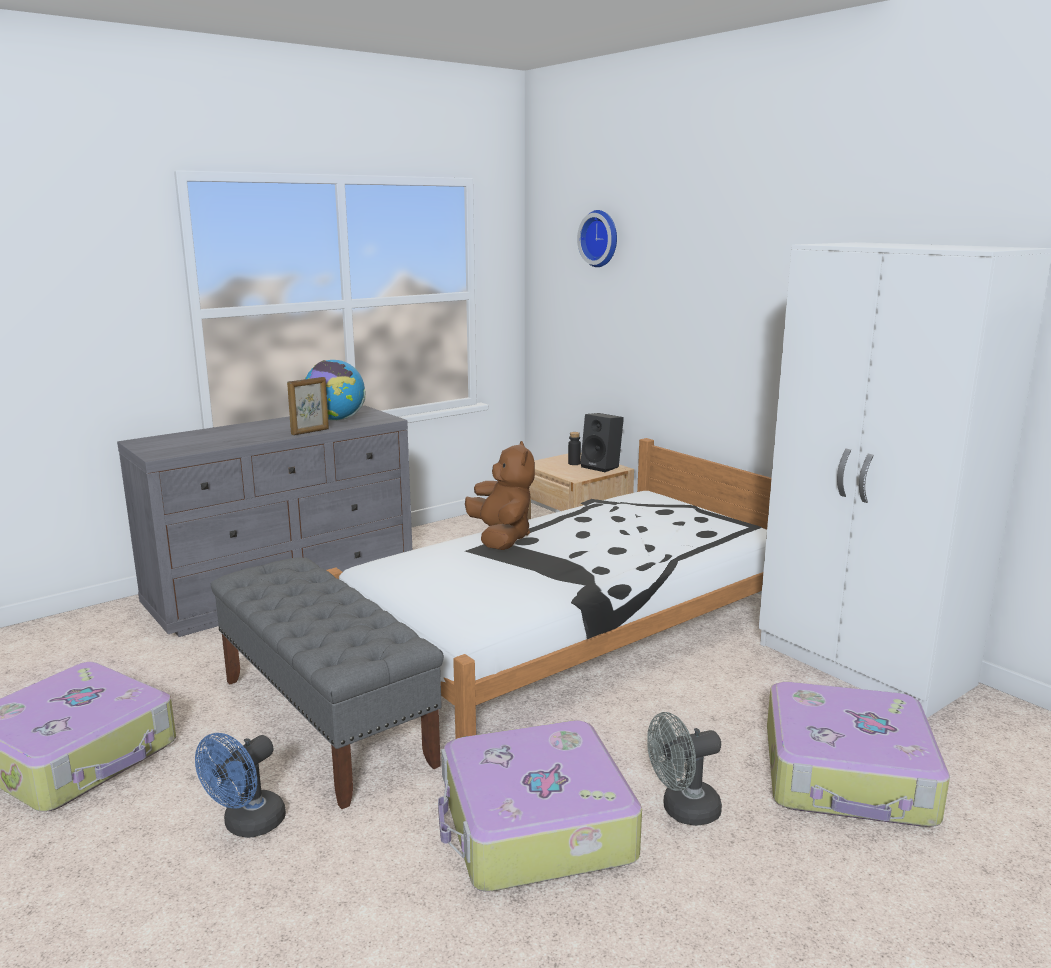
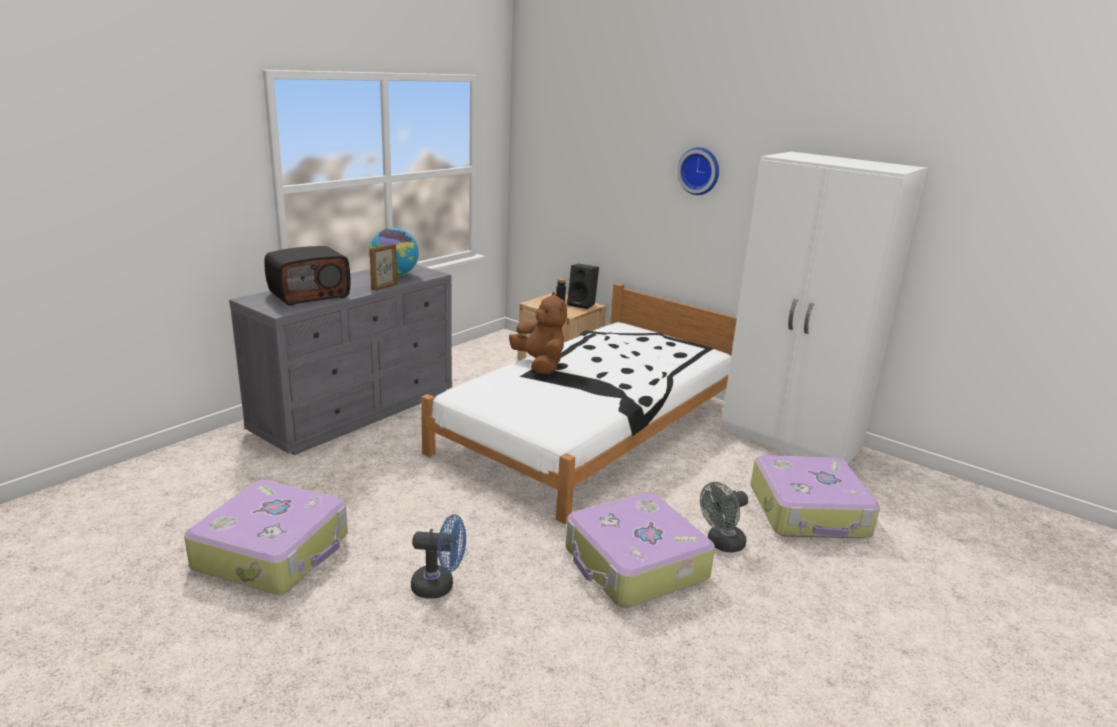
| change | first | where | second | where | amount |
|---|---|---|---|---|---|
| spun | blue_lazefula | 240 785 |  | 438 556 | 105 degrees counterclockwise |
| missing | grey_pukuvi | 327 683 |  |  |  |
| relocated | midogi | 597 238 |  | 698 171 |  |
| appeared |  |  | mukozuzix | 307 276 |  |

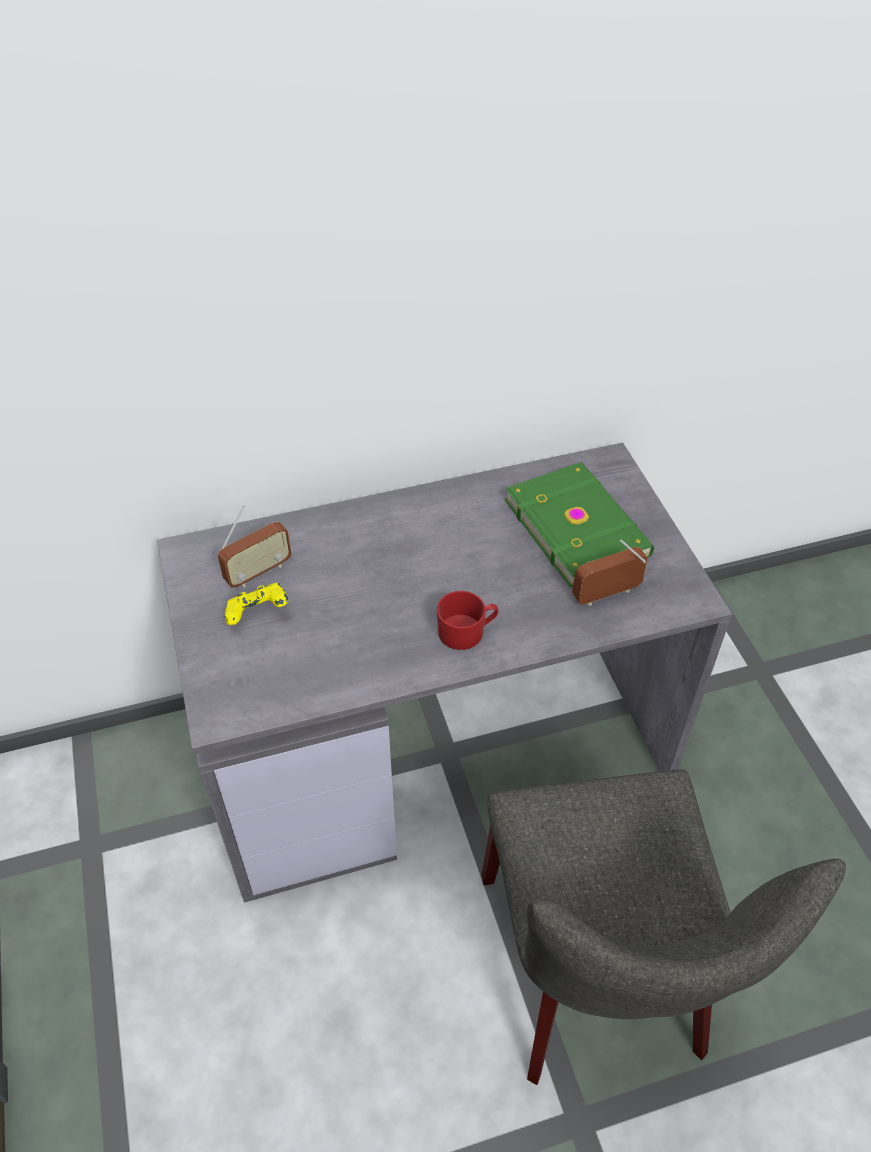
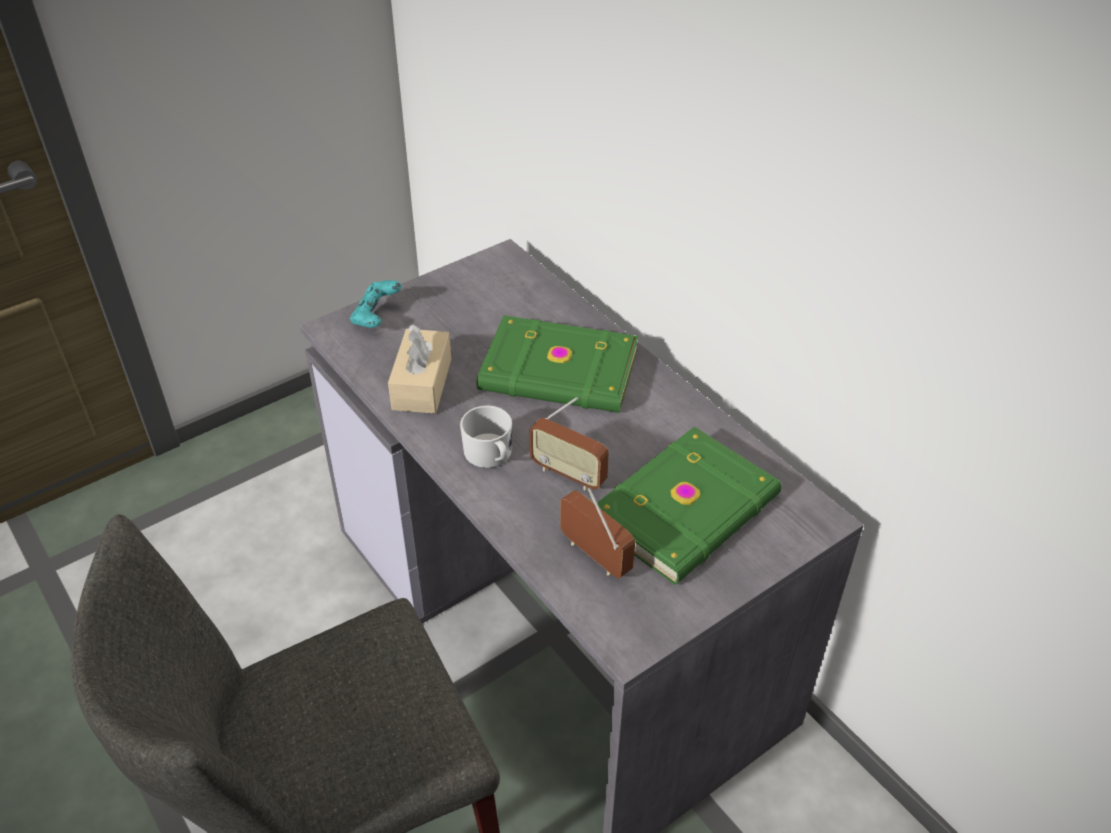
| change | first | where | second | where | amount |
|---|---|---|---|---|---|
| relocated | mukozuzix | 255 546 |  | 569 444 |  |
| missing | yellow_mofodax | 256 604 |  |  |  |
| colour | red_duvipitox | 467 620 | white_duvipitox | 486 437 |  |
| appeared |  |  | turquoise_mofodax | 376 304 |  |
| appeared |  |  | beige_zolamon | 419 369 |  |
| appeared |  |  | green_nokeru | 557 364 |  |

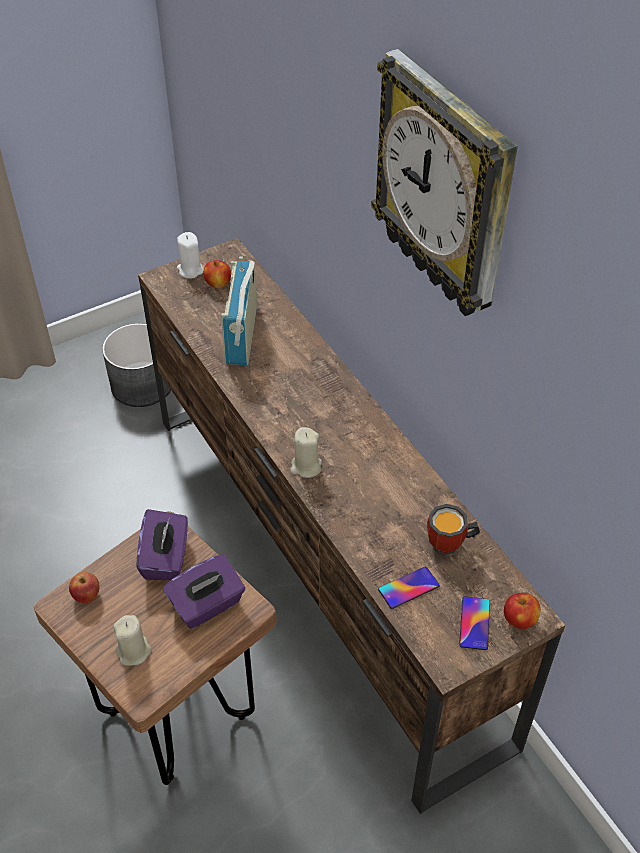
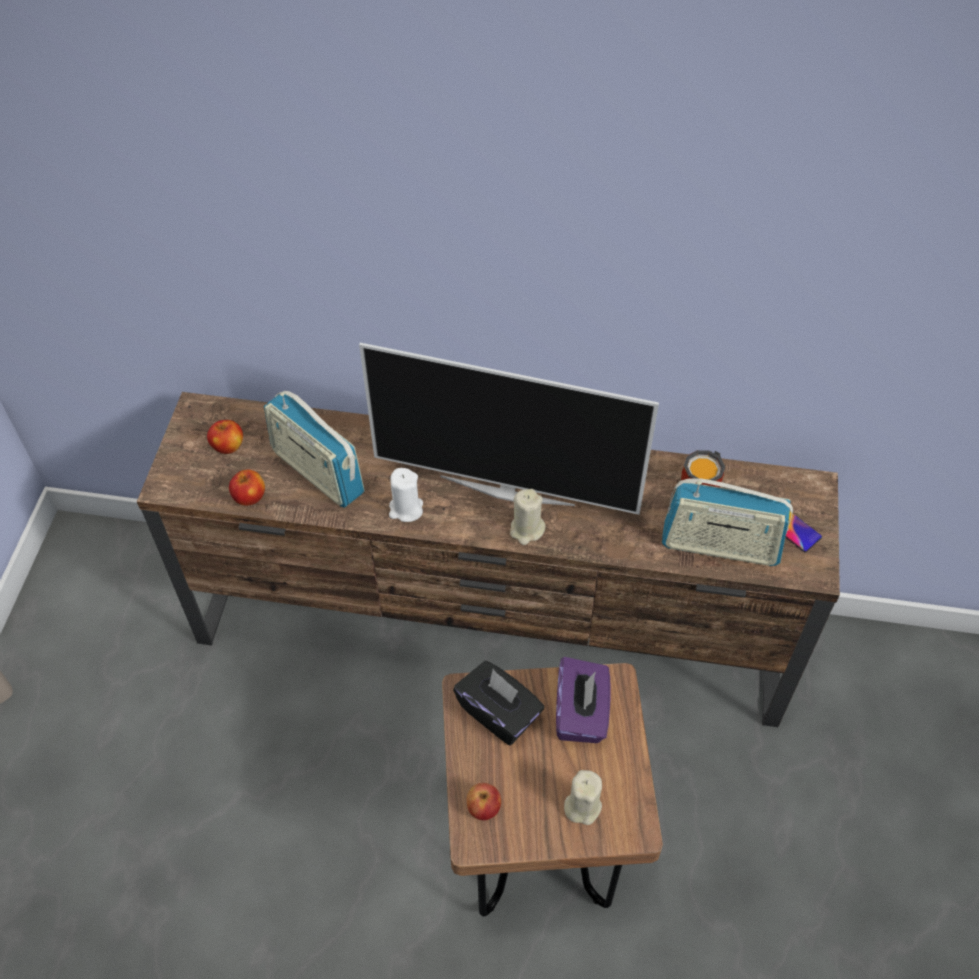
| change | first | where | second | where | amount |
|---|---|---|---|---|---|
| missing | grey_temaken | 136 365 |  |  |  |
| colour | purple_zolamon | 162 544 | black_zolamon | 498 703 |  |
| relocated | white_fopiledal | 190 255 |  | 406 495 |  |
| missing | midogi | 444 182 |  |  |  |
| exchanged | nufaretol | 409 588 | mukozuzix | 727 522 |  |
| relocated | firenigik | 522 611 |  | 247 488 |  |
| appeared |  |  | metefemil | 509 429 |  |

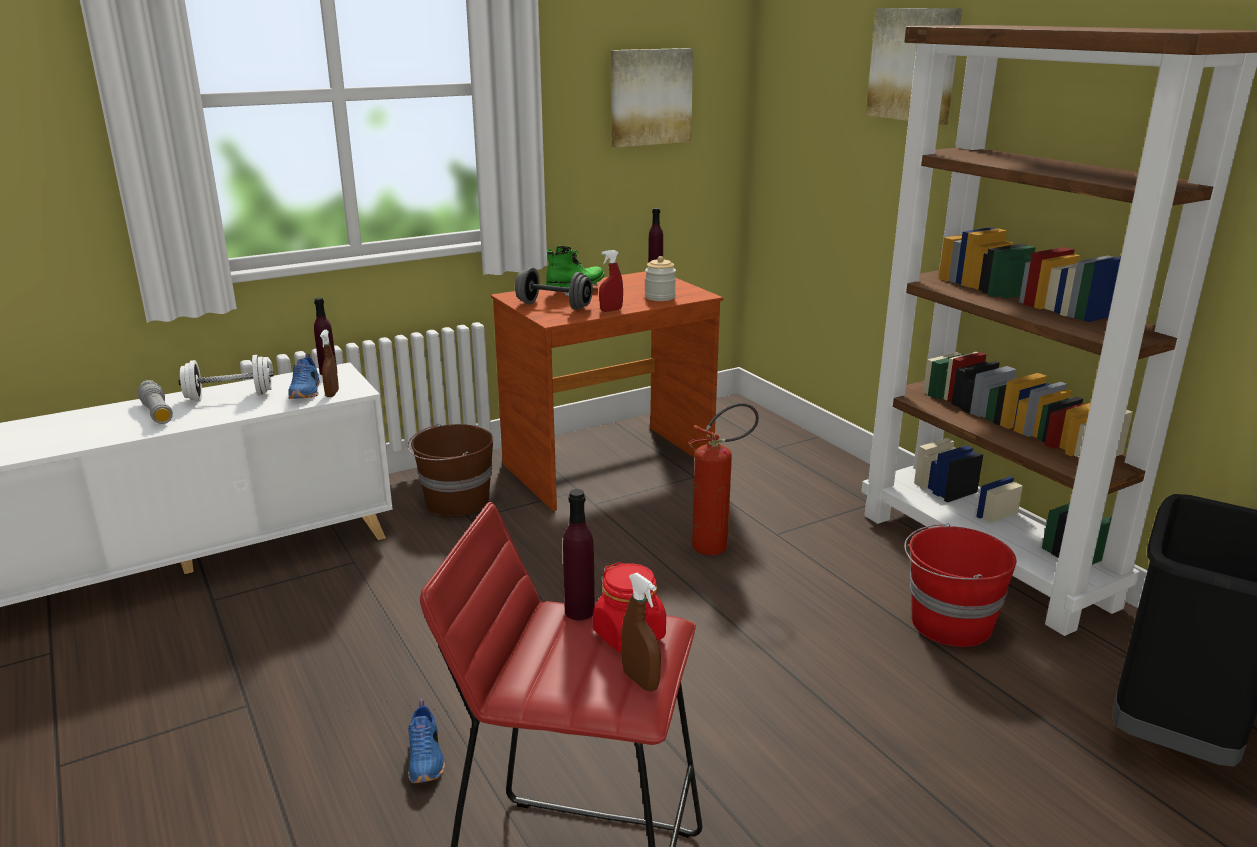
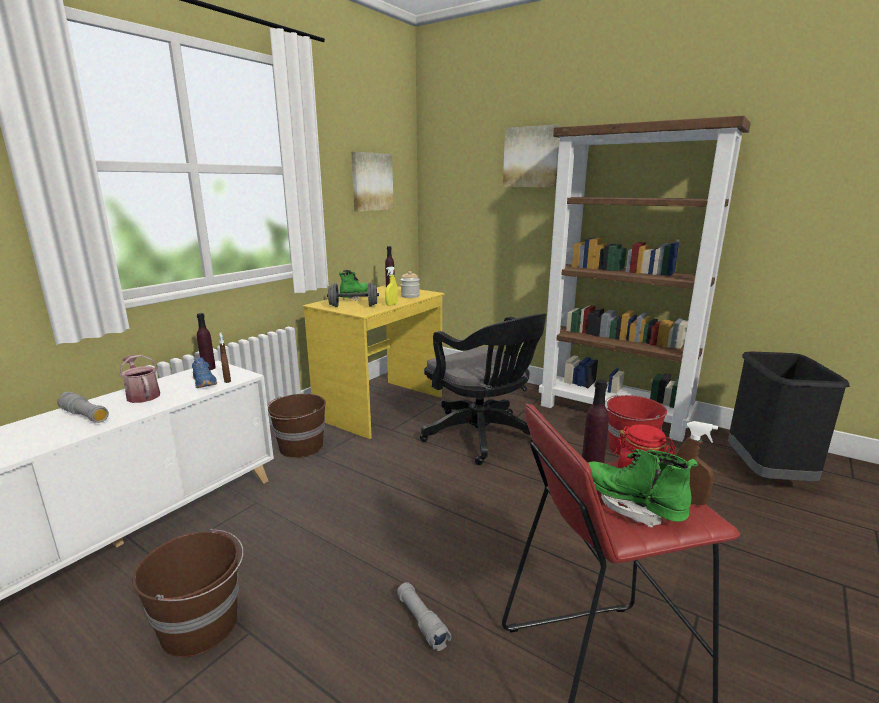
| change | first | where | second | where | amount |
|---|---|---|---|---|---|
| exchanged | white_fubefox | 226 378 | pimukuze | 139 379 |  |
| exchanged | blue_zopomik | 426 741 | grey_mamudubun | 424 616 |  |
| colour | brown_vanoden | 607 391 | yellow_vanoden | 374 362 |  |
| colour | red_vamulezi | 611 281 | yellow_vamulezi | 391 286 |  |
| exchanged | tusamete | 723 479 | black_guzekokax | 483 389 |  |
| appeared |  |  | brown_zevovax | 188 593 |  |
| appeared |  |  | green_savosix | 643 488 |  |

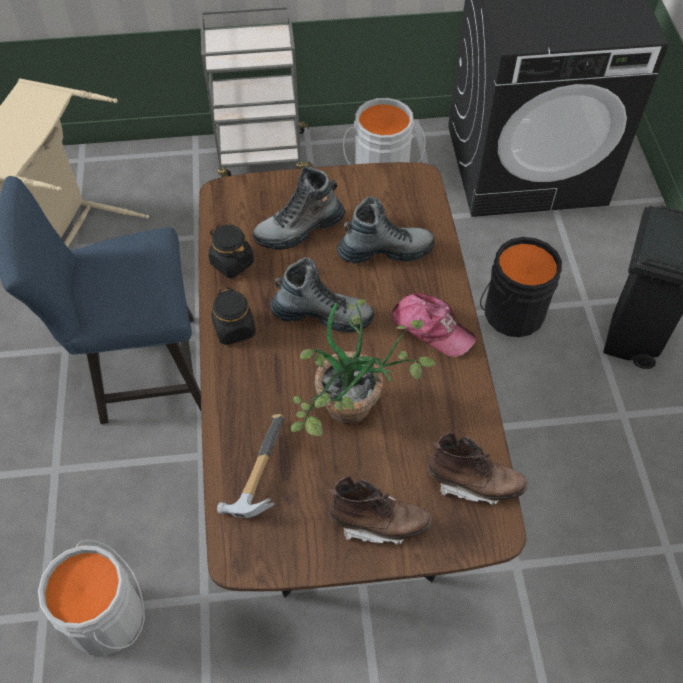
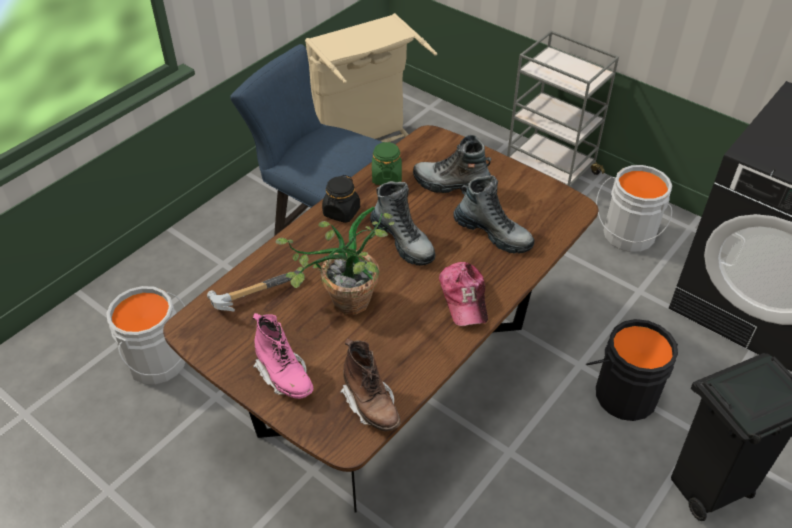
| change | first | where | second | where | amount |
|---|---|---|---|---|---|
| colour | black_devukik | 231 251 | green_devukik | 387 163 |  |
| colour | brown_savosix | 380 510 | pink_savosix | 283 356 |  |

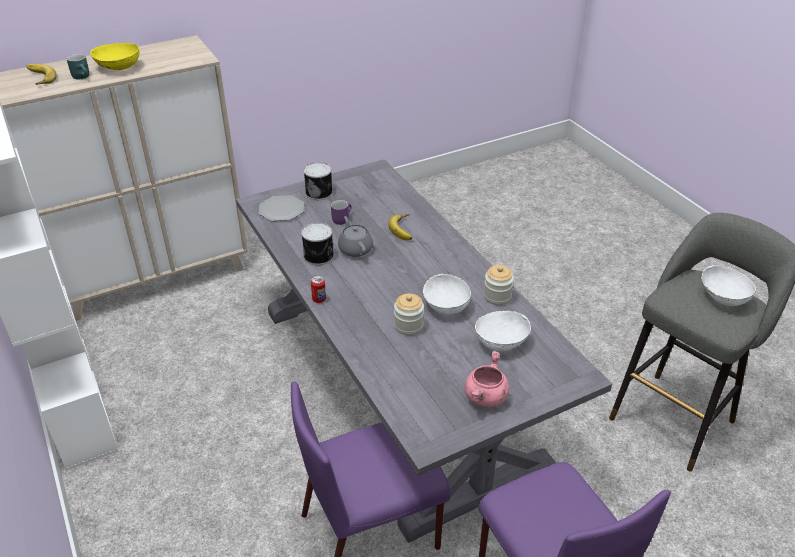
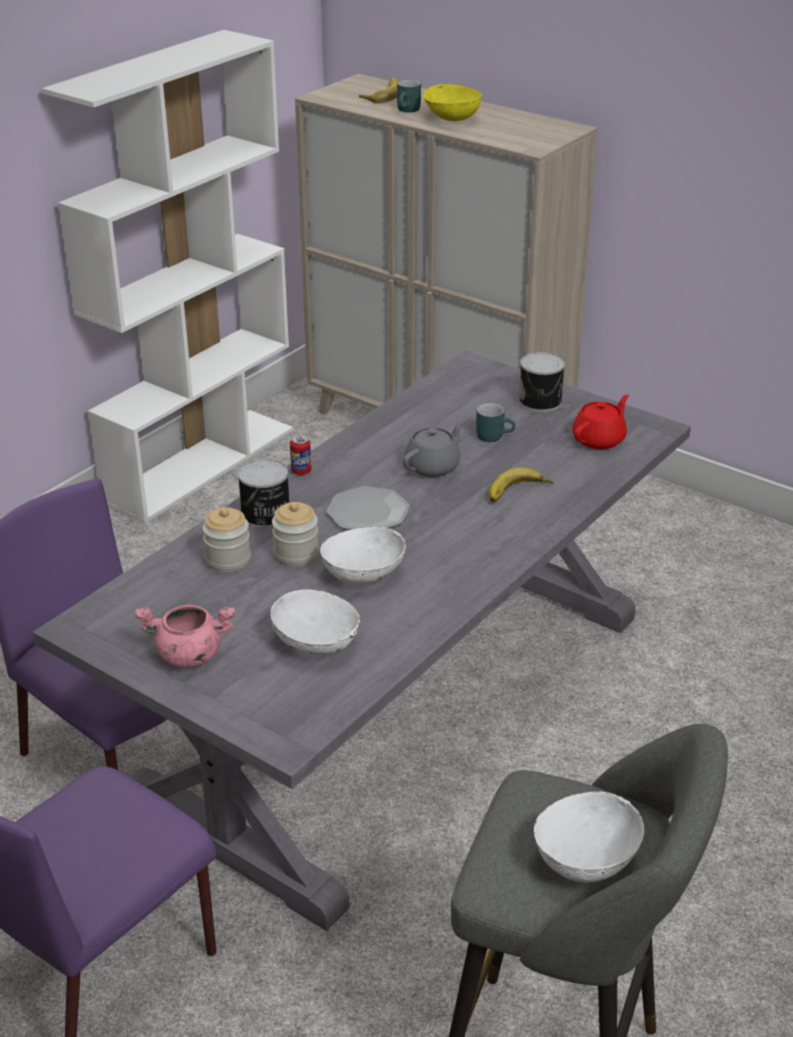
| change | first | where | second | where | amount |
|---|---|---|---|---|---|
| relocated | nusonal | 281 208 |  | 368 508 |  |
| relocated | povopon | 317 244 |  | 263 493 |  |
| colour | purple_duvipitox | 341 212 | turquoise_duvipitox | 496 422 |  |
| relocated | devukik | 499 285 |  | 226 539 |  |
| appeared |  |  | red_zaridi | 600 421 |  |

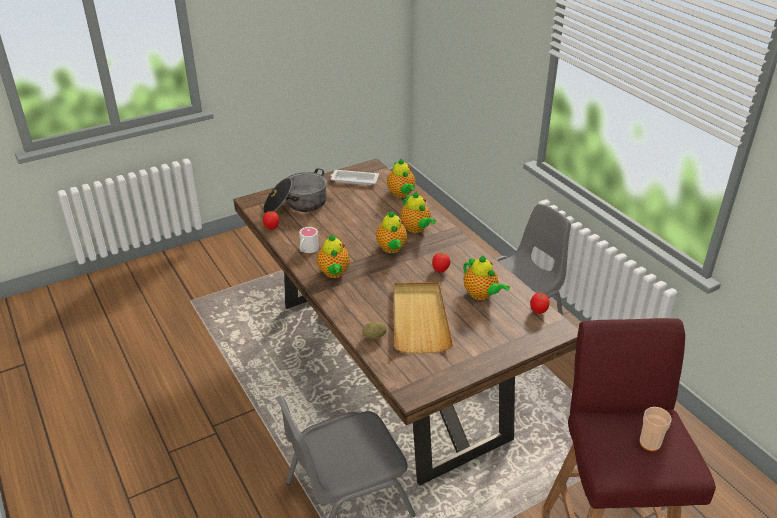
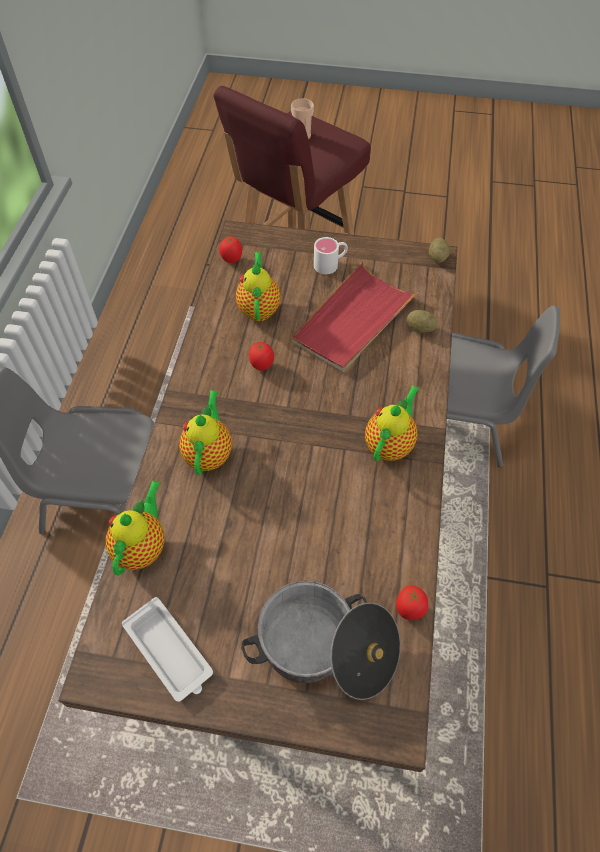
| change | first | where | second | where | amount |
|---|---|---|---|---|---|
| relocated | white_duvipitox | 309 240 |  | 331 255 |  |
| missing | zaridi | 391 232 |  |  |  |
| colour | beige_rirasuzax | 423 317 | red_rirasuzax | 355 317 |  |
| appeared |  |  | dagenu | 439 250 |  |

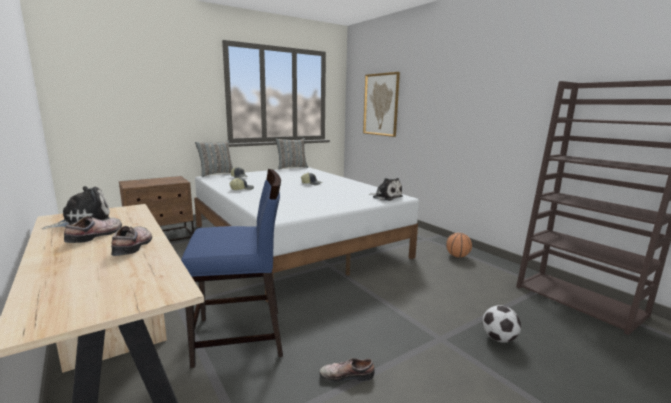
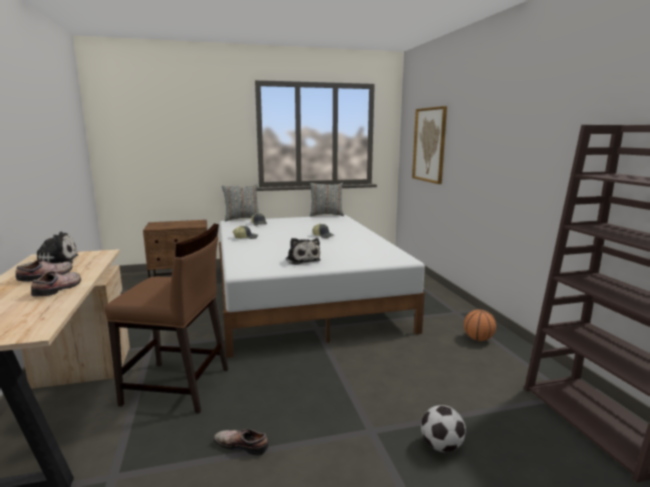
| change | first | where | second | where | amount |
|---|---|---|---|---|---|
| colour | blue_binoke | 232 268 | brown_binoke | 166 319 |  |
| relocated | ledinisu | 386 189 |  | 303 251 |  |

